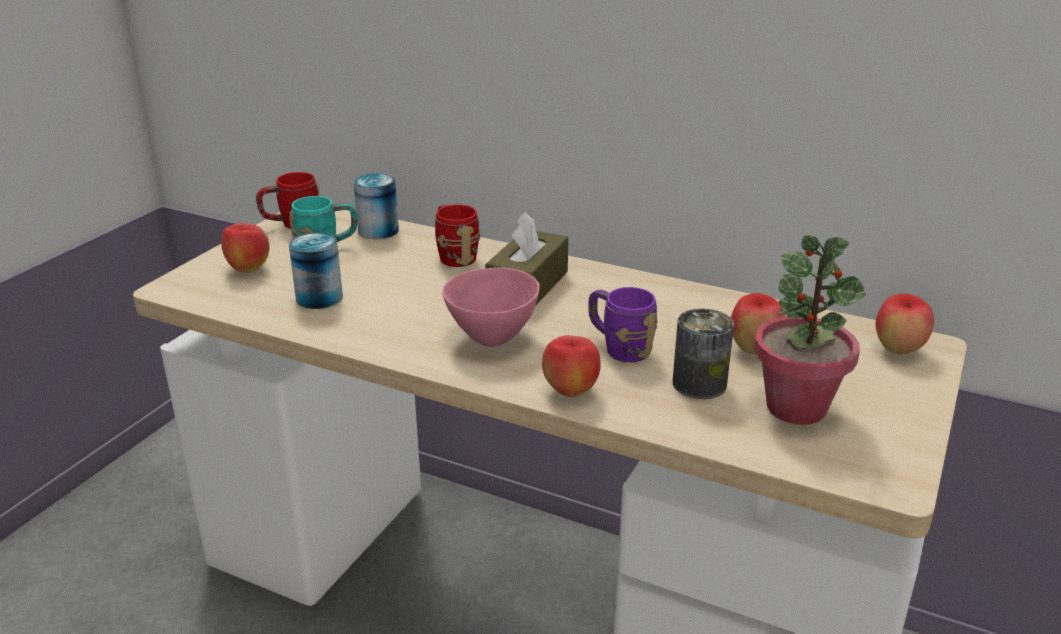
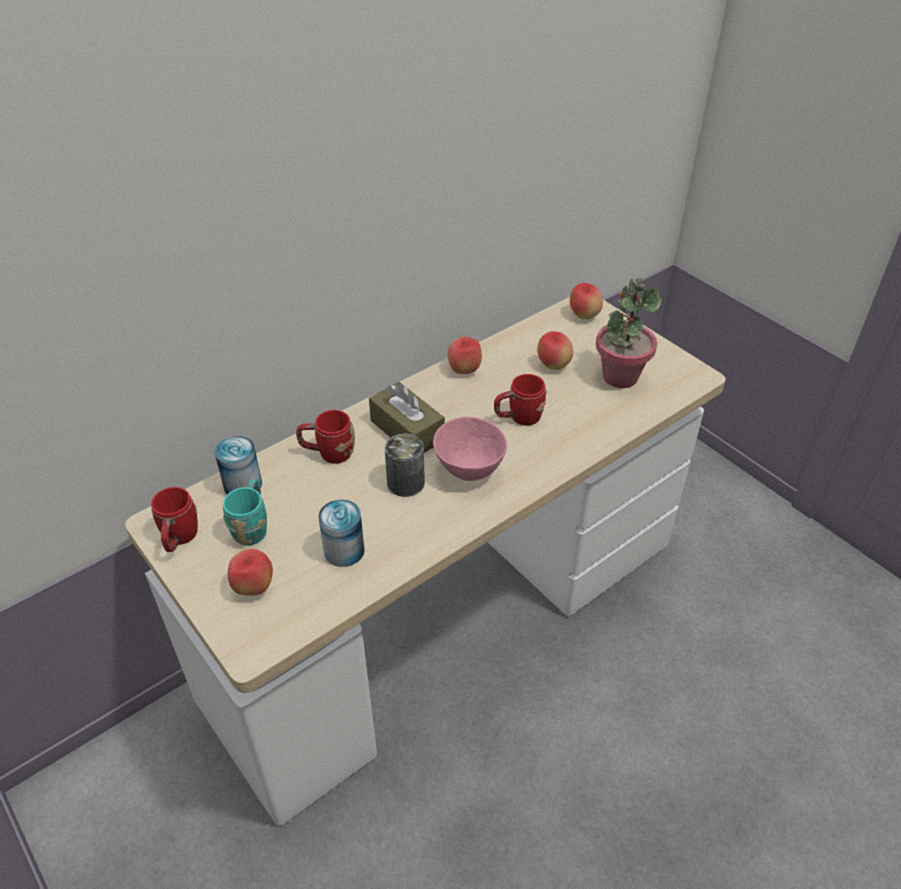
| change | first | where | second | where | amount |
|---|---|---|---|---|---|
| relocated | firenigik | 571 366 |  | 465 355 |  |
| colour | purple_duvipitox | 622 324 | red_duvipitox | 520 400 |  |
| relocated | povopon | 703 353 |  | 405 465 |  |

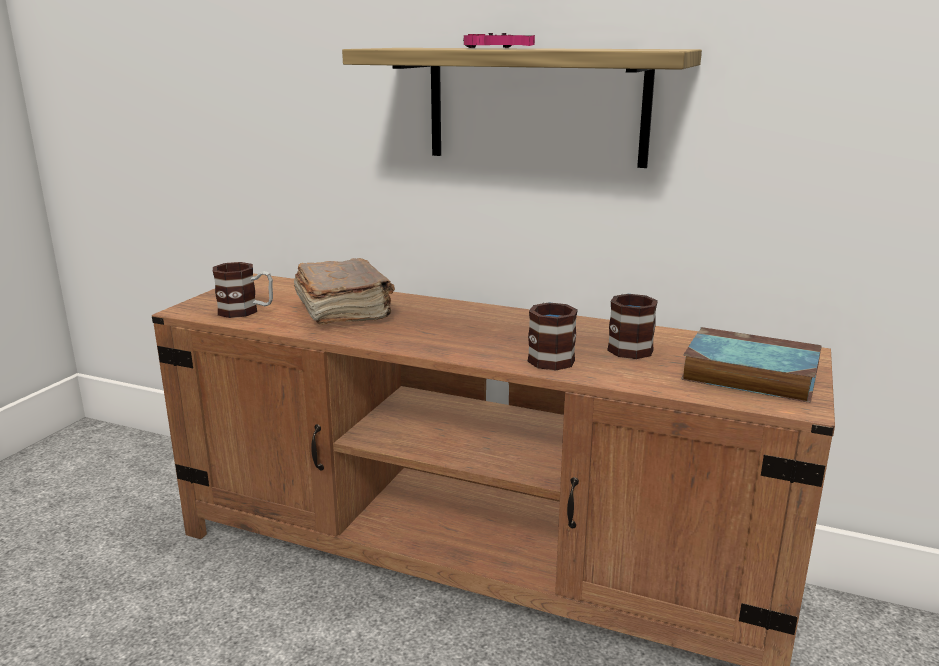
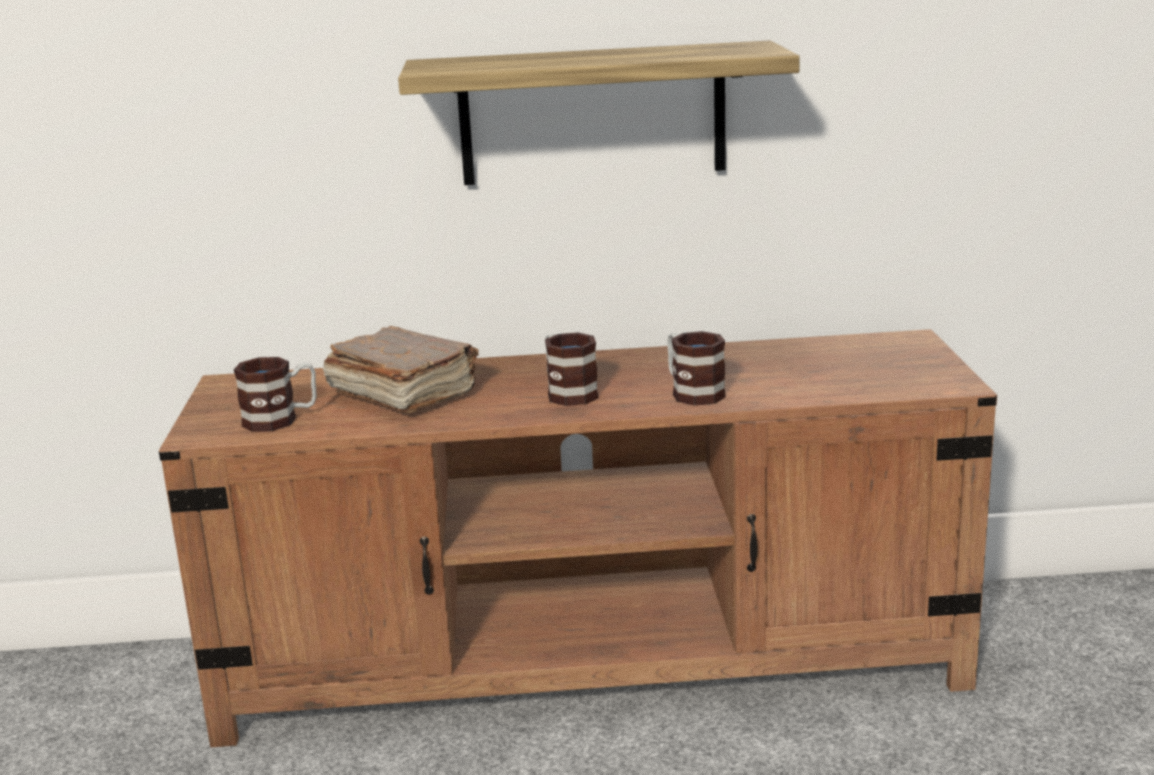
| change | first | where | second | where | amount |
|---|---|---|---|---|---|
| missing | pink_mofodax | 499 40 |  |  |  |
| relocated | duvipitox | 632 326 |  | 571 369 |  |
| missing | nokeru | 751 365 |  |  |  |

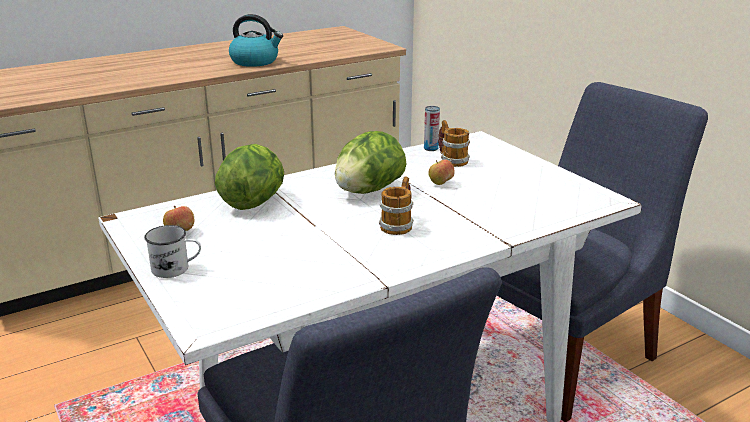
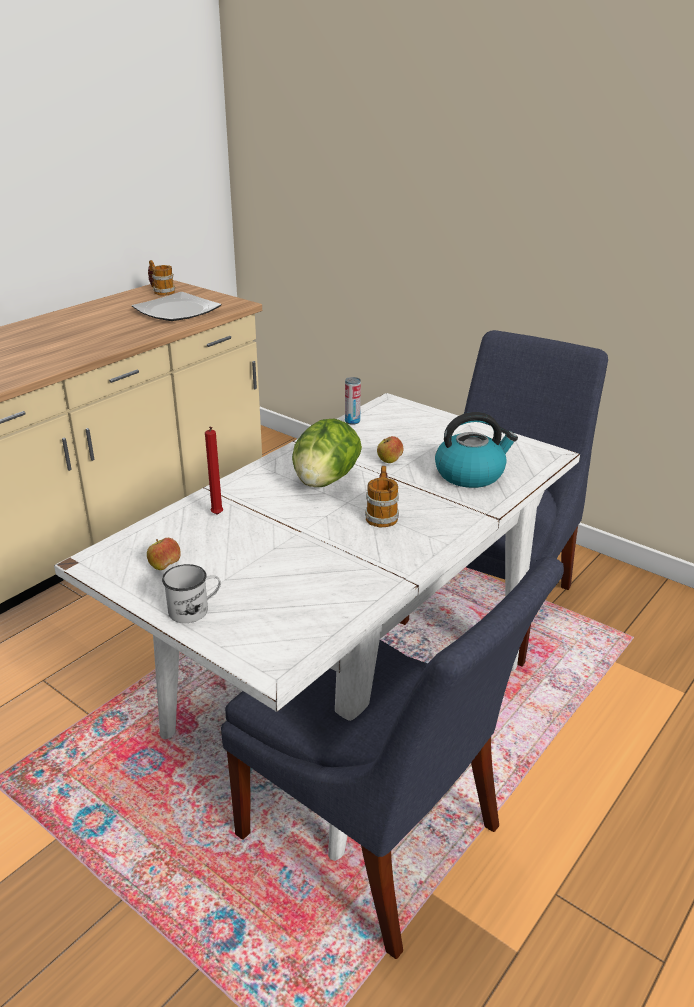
| change | first | where | second | where | amount |
|---|---|---|---|---|---|
| exchanged | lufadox | 249 177 | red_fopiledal | 214 470 |  |
| relocated | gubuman | 256 40 |  | 476 450 |  |
| relocated | duvipitox | 454 143 |  | 161 278 |  |
| appeared |  |  | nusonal | 176 306 |  |

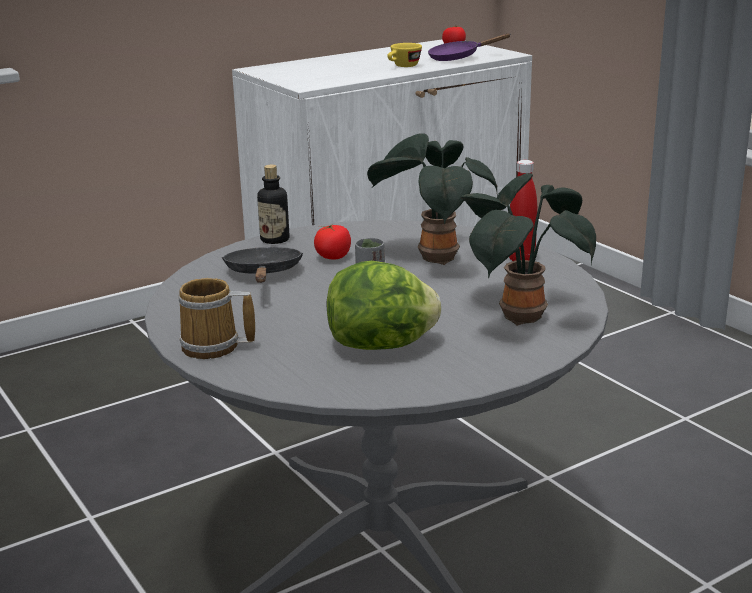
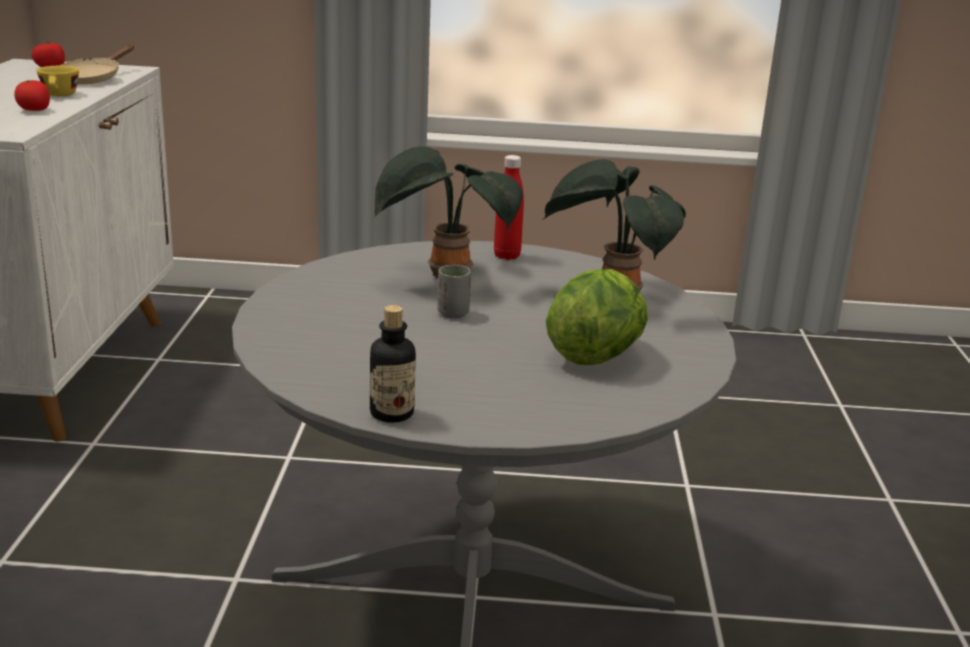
| change | first | where | second | where | amount |
|---|---|---|---|---|---|
| missing | duvipitox | 216 318 |  |  |  |
| missing | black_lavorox | 262 265 |  |  |  |
| relocated | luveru | 273 204 |  | 393 364 |  |
| relocated | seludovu | 332 242 |  | 32 95 |  |
| colour | purple_lavorox | 469 47 | beige_lavorox | 97 65 |  |

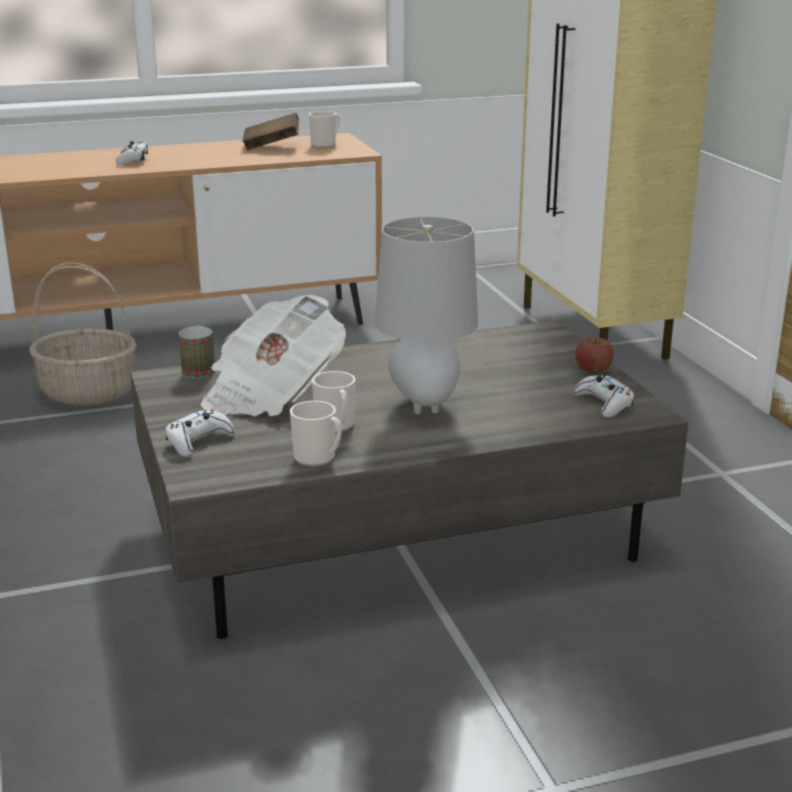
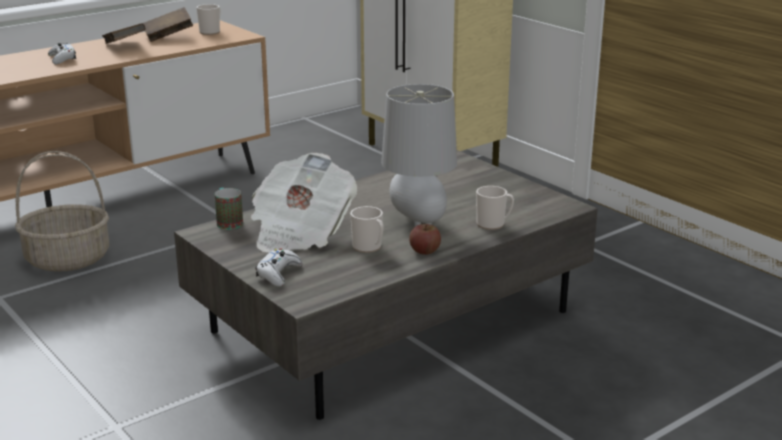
| change | first | where | second | where | amount |
|---|---|---|---|---|---|
| relocated | duvipitox | 316 434 |  | 495 208 |  |
| missing | white_mofodax | 603 396 |  |  |  |
| relocated | firenigik | 594 355 |  | 425 239 |  |
| appeared |  |  | brown_nokeru | 124 33 |  |

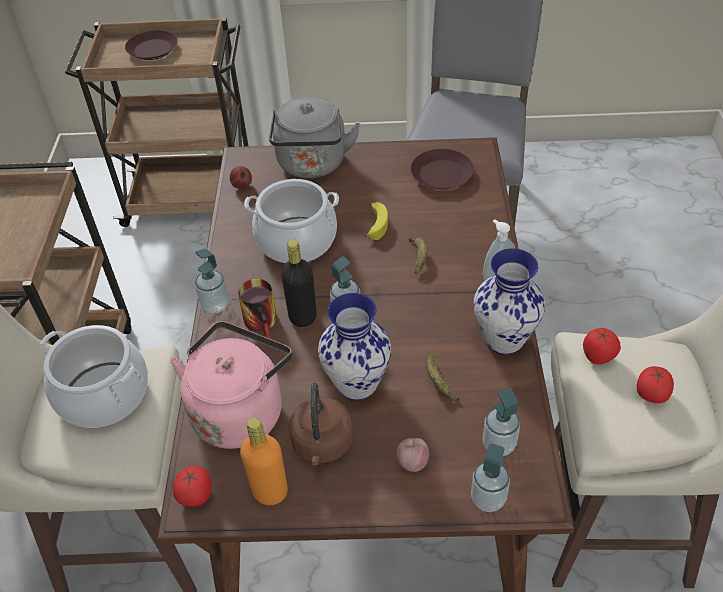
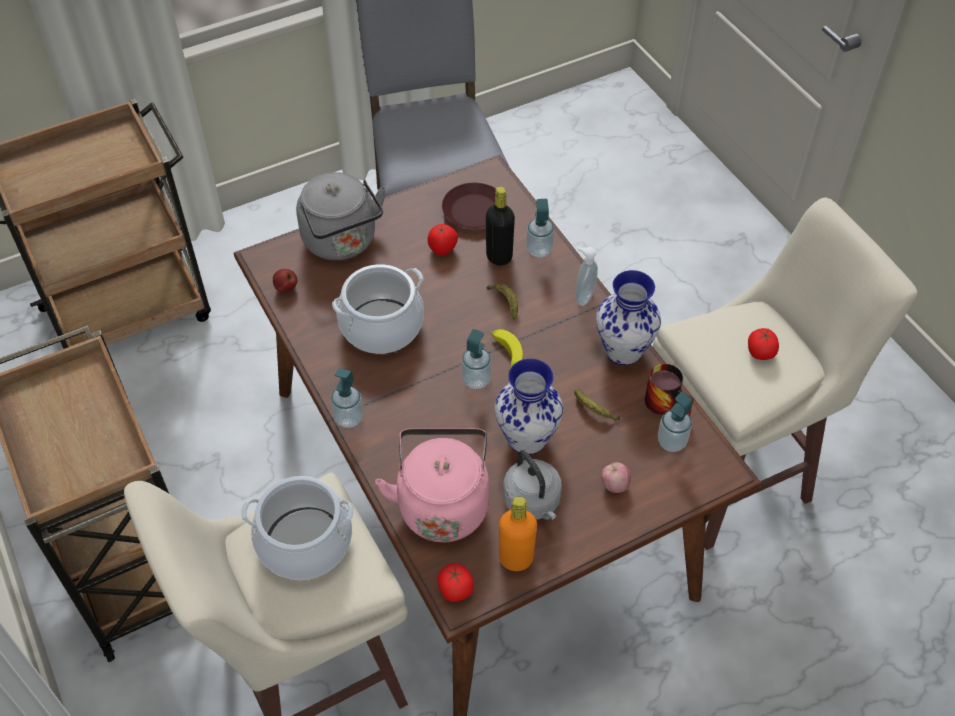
| change | first | where | second | where | amount |
|---|---|---|---|---|---|
| missing | brown_nusonal | 151 45 |  |  |  |
| relocated | duvipitox | 257 308 |  | 669 389 |  |
| relocated | black_luveru | 299 283 |  | 500 225 |  |
| colour | brown_gubuman | 321 424 | grey_gubuman | 532 485 |  |
| relocated | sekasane | 376 221 |  | 507 350 |  |
| relocated | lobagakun | 490 477 |  | 540 228 |  |
| relocated | seludovu | 602 346 |  | 442 240 |  |

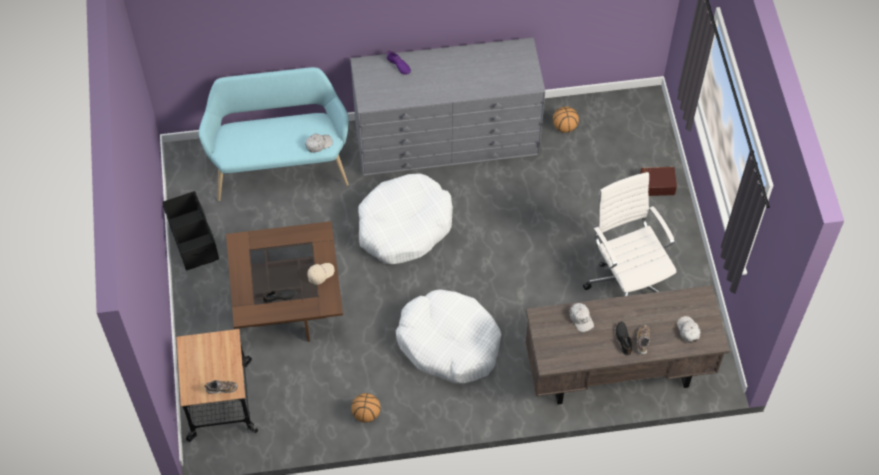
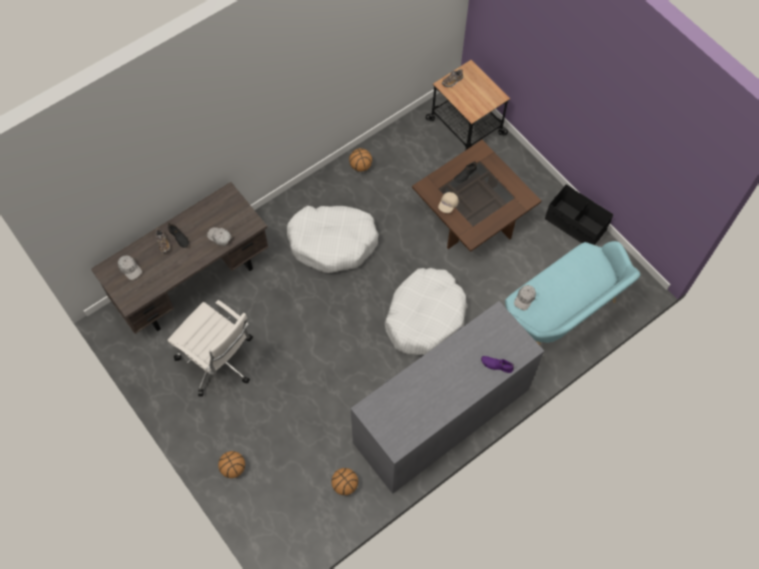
| change | first | where | second | where | amount |
|---|---|---|---|---|---|
| exchanged | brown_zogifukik | 658 181 | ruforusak | 231 464 |  |

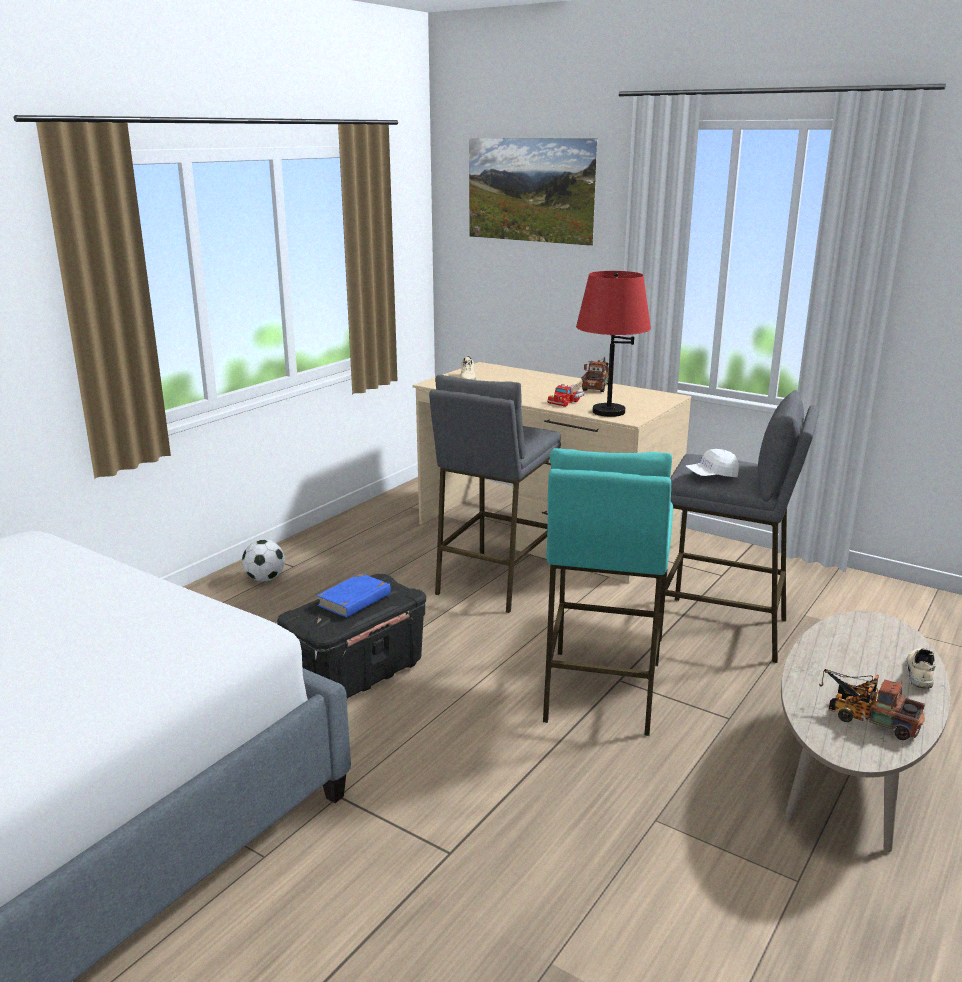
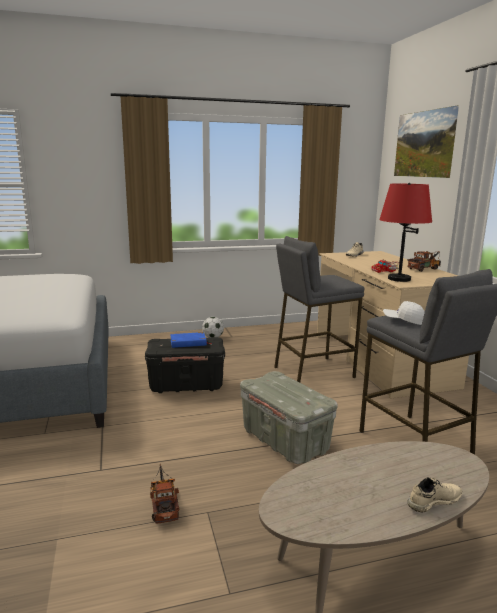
| change | first | where | second | where | amount |
|---|---|---|---|---|---|
| exchanged | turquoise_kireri | 608 592 | grey_zogifukik | 289 417 |  |
| relocated | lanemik | 872 704 |  | 164 494 |  |

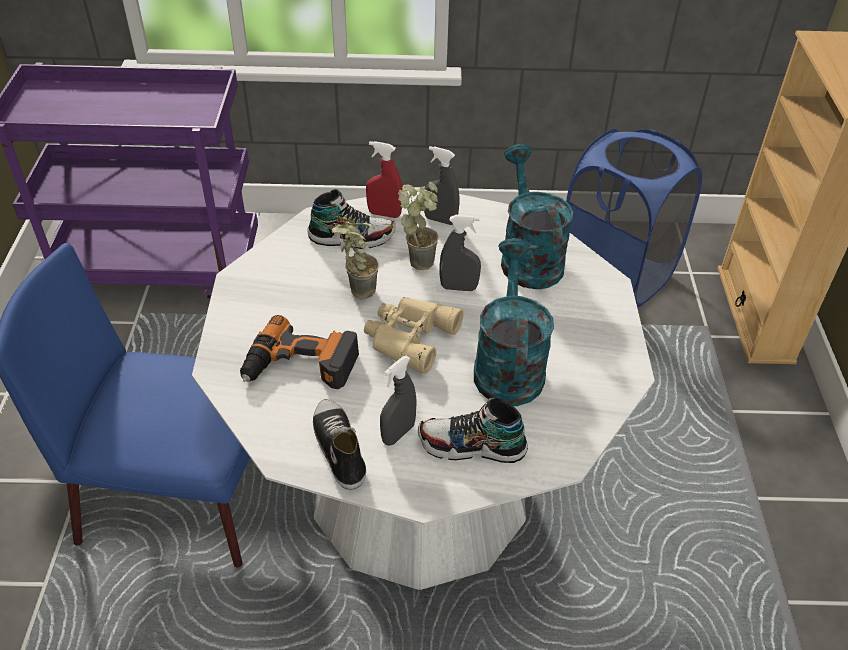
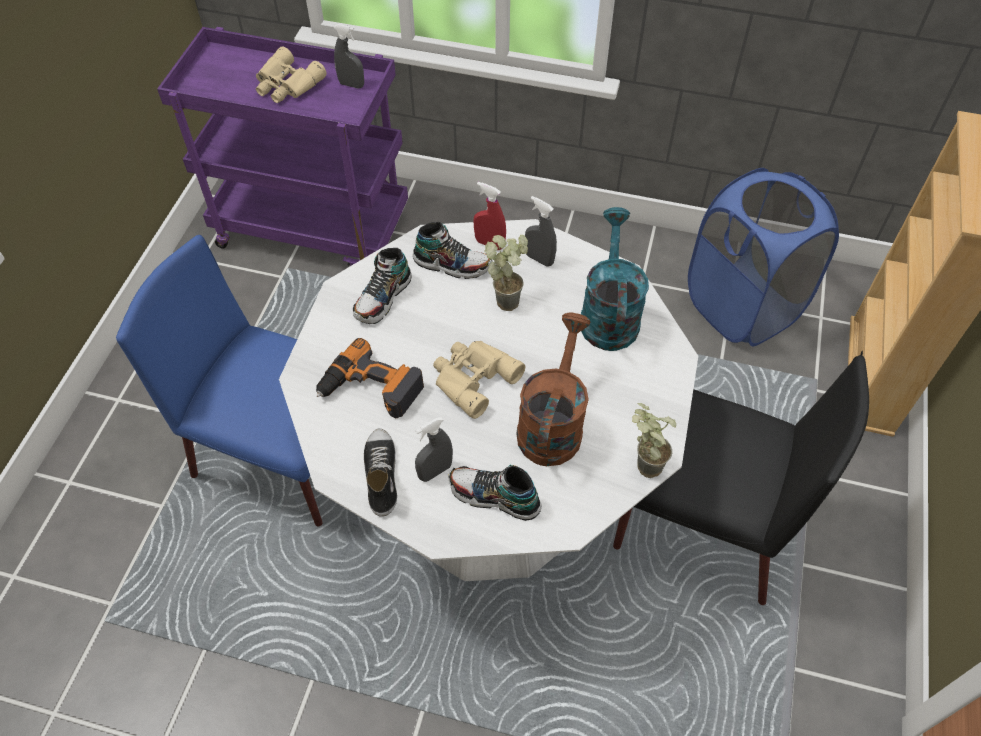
| change | first | where | second | where | amount |
|---|---|---|---|---|---|
| relocated | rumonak | 355 257 |  | 654 440 |  |
| relocated | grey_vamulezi | 460 253 |  | 349 56 |  |
| colour | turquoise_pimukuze | 514 322 | brown_pimukuze | 554 389 |  |
| appeared |  |  | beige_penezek | 291 74 |  |
| appeared |  |  | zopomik | 382 286 |  |
| appeared |  |  | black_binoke | 741 480 |  |

